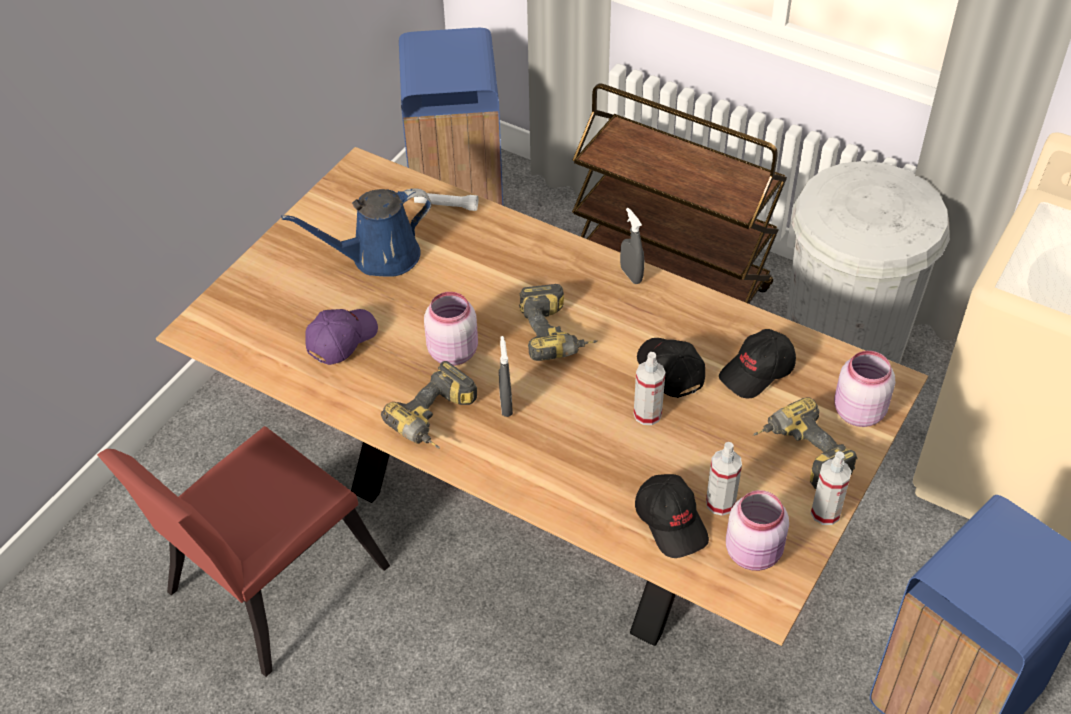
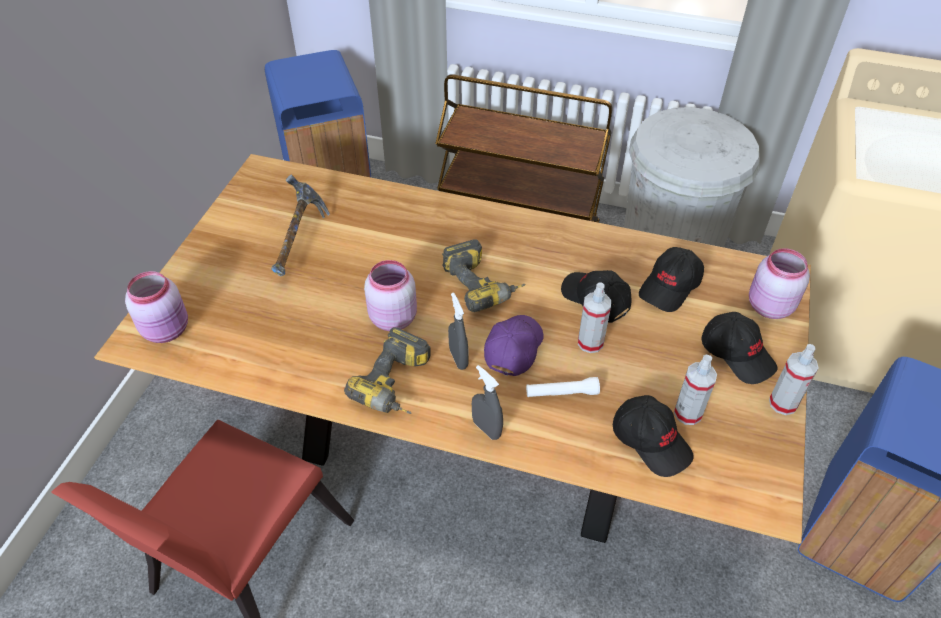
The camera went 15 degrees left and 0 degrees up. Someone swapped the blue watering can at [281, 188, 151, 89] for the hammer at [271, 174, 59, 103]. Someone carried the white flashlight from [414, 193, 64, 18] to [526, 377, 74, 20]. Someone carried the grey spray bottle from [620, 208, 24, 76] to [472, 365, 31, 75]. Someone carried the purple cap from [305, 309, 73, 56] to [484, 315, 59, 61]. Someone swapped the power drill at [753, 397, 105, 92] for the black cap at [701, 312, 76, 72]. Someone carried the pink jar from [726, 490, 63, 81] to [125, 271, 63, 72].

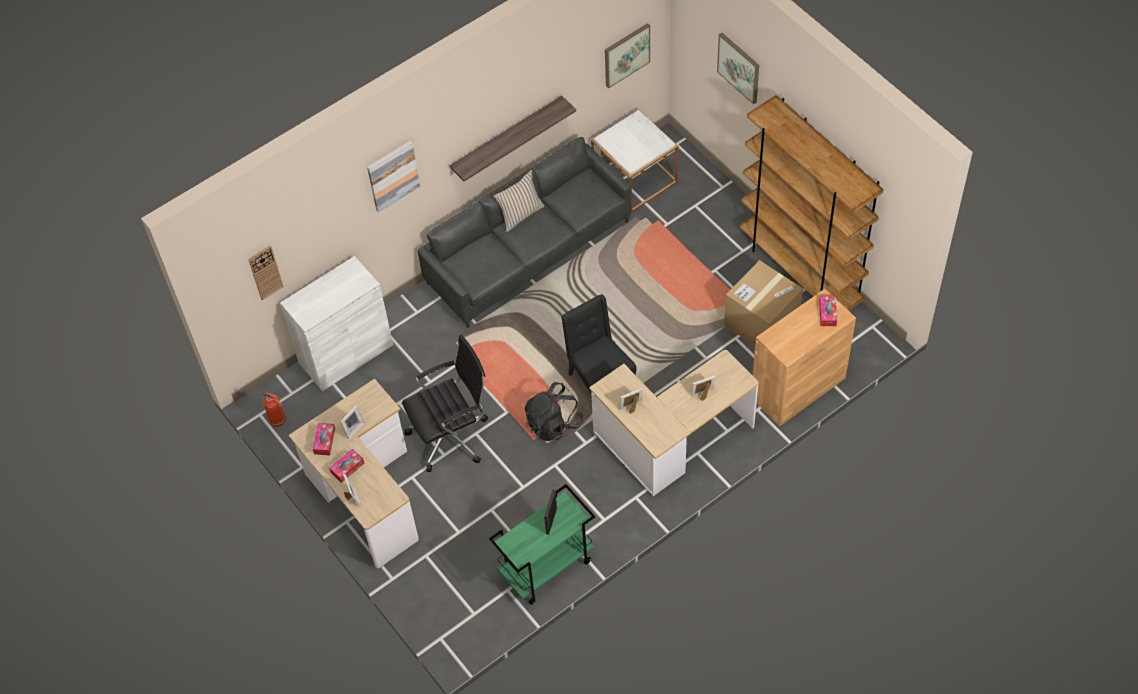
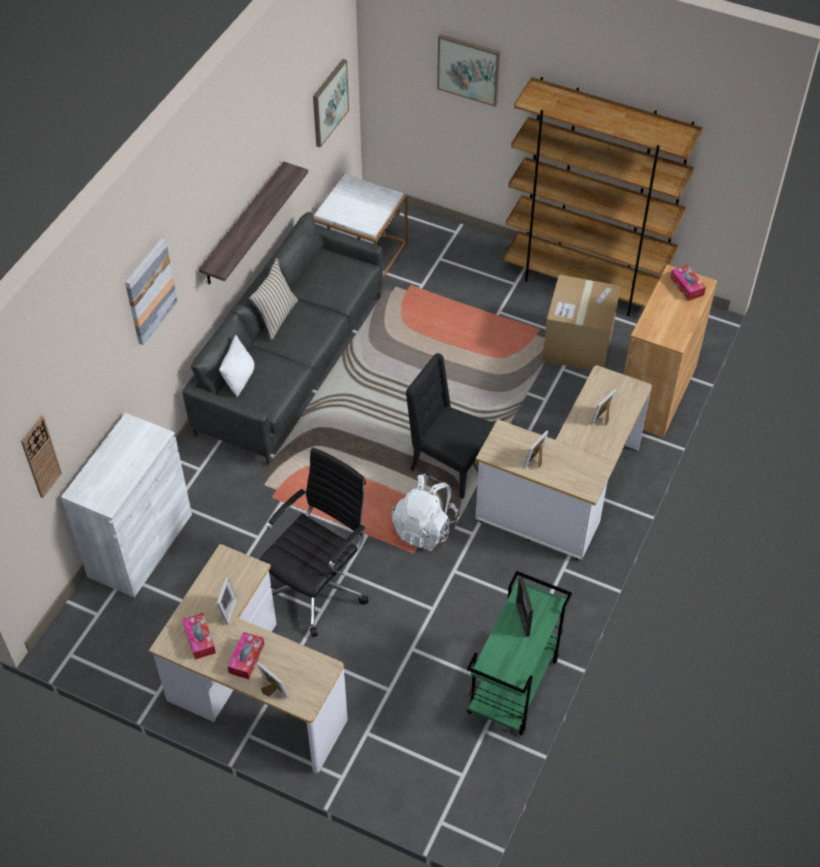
The camera went 30 degrees left and 5 degrees down. Someone repainted the black backpack at [525, 382, 58, 59], which became the white backpack at [392, 473, 67, 76]. Someone took away the fire extinguisher at [262, 391, 24, 36]. Someone put down the white pillow at [219, 335, 35, 62].

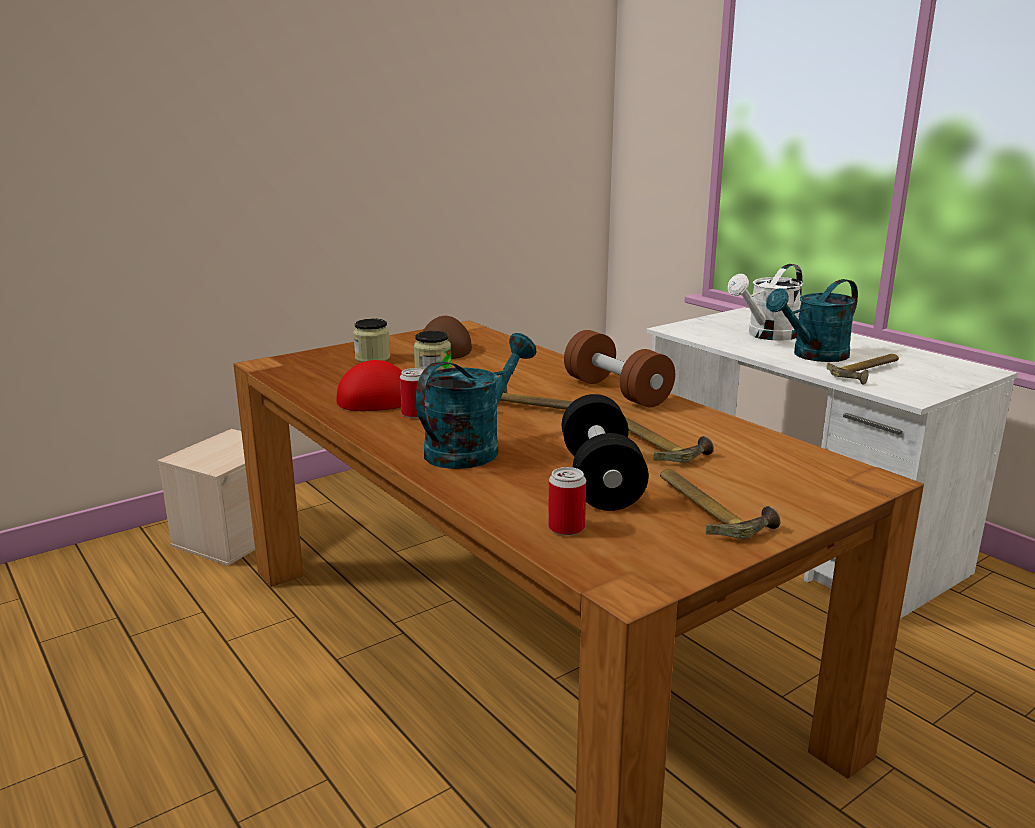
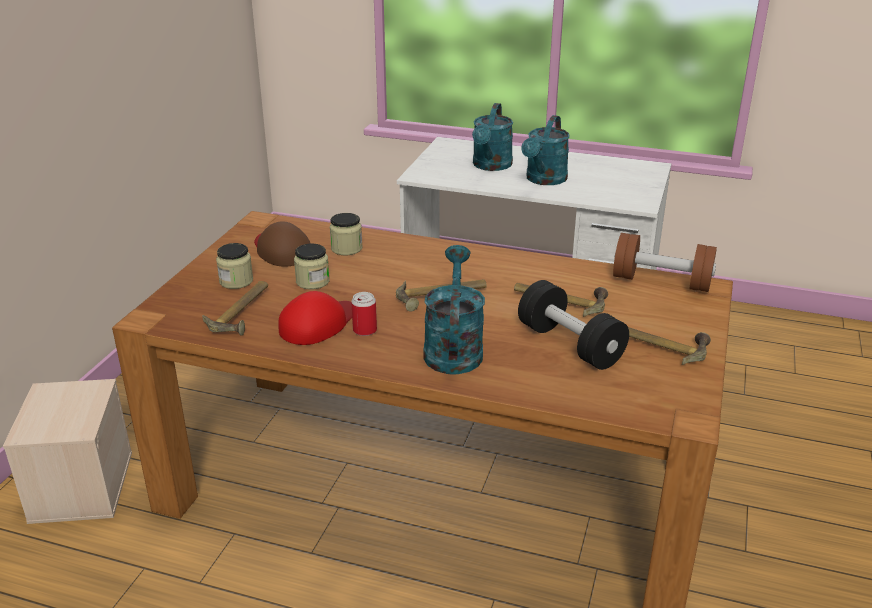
The camera went 35 degrees left and 10 degrees up. Someone repainted the white watering can at [728, 264, 75, 77], which became the turquoise watering can at [472, 103, 41, 68]. Someone carried the brown dumbbell from [564, 330, 111, 78] to [613, 233, 104, 59]. Someone carried the hammer from [827, 354, 72, 31] to [202, 281, 66, 55]. Someone took away the can at [548, 467, 38, 69]. Someone put down the jar at [330, 213, 33, 42].

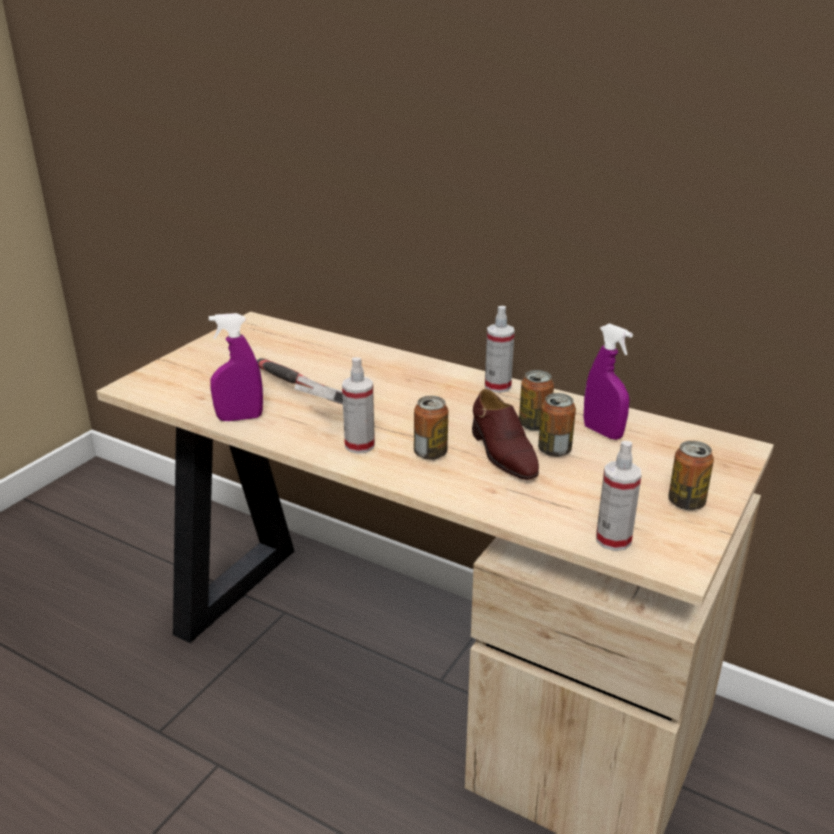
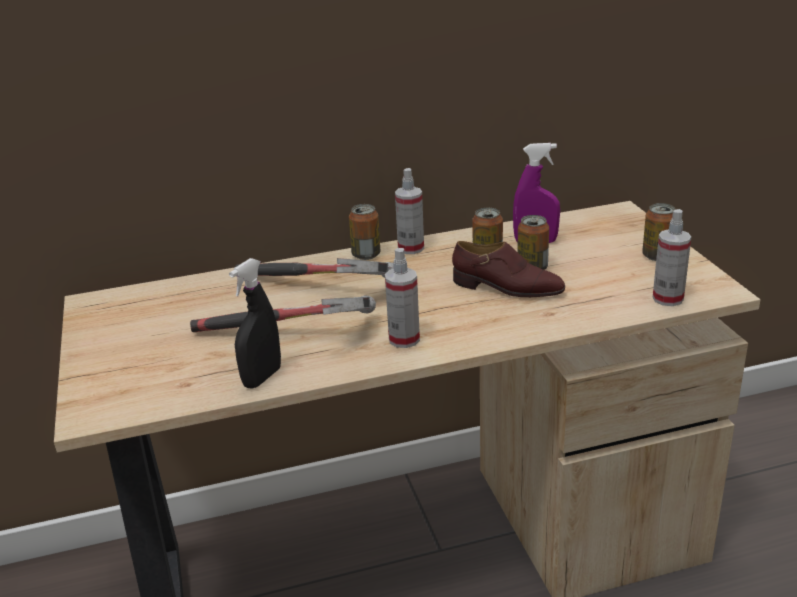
The camera went 45 degrees left and 0 degrees up. Someone repainted the purple spray bottle at [209, 313, 54, 108], which became the black spray bottle at [229, 258, 52, 130]. Someone carried the can from [414, 396, 34, 64] to [349, 204, 31, 56]. Someone put down the hammer at [235, 258, 159, 20].

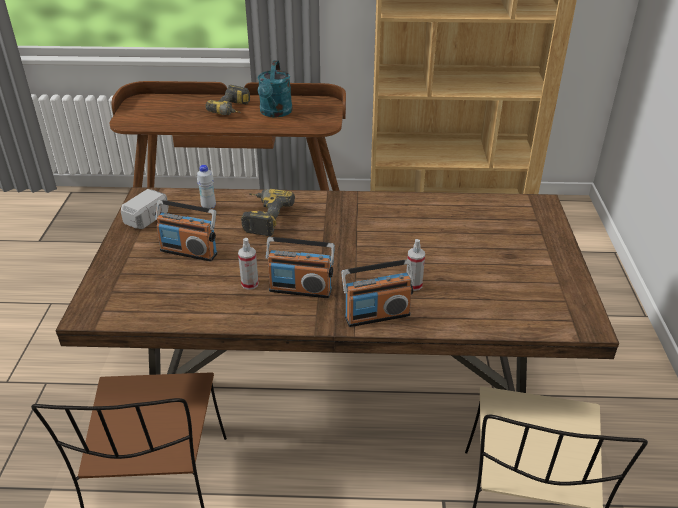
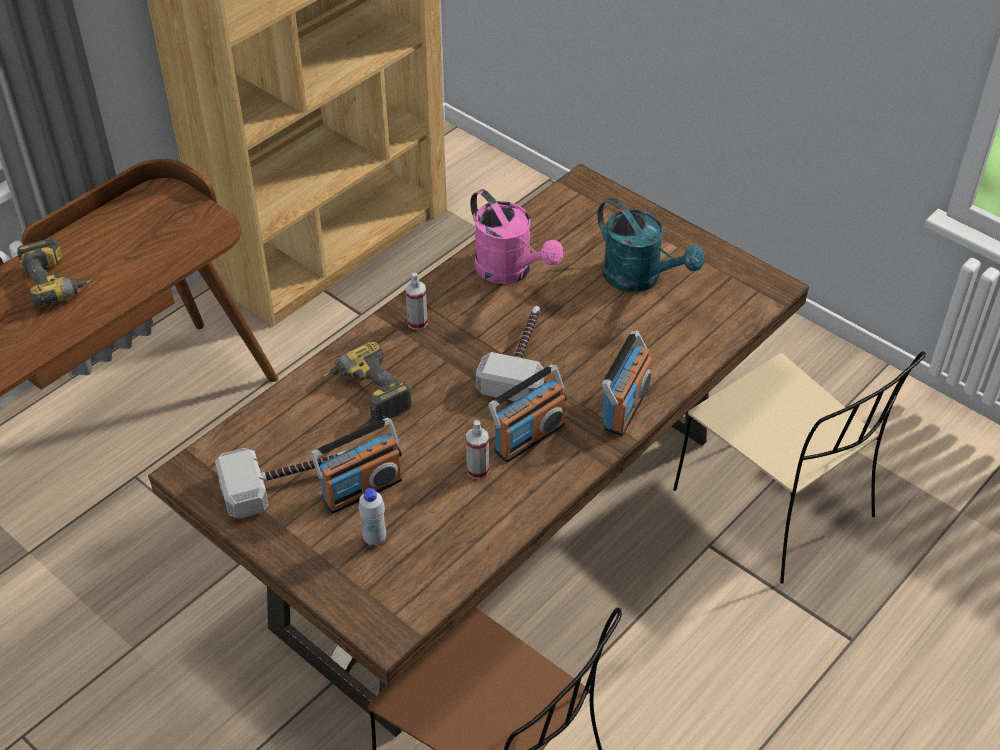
The camera went 50 degrees left and 10 degrees up. Someone carried the turquoise watering can from [258, 60, 35, 57] to [597, 198, 107, 94]. Someone carried the white bottle from [197, 165, 19, 44] to [359, 488, 27, 58]. Someone carried the spray bottle from [406, 239, 19, 52] to [405, 273, 23, 57]. Someone put down the pink watering can at [470, 189, 93, 95]. Someone put down the hammer at [476, 306, 68, 95].

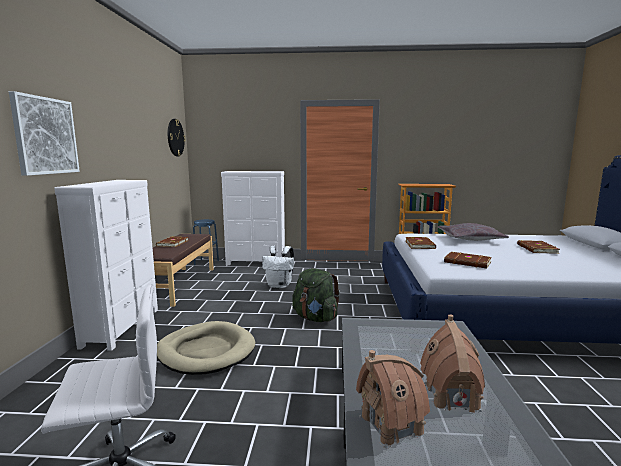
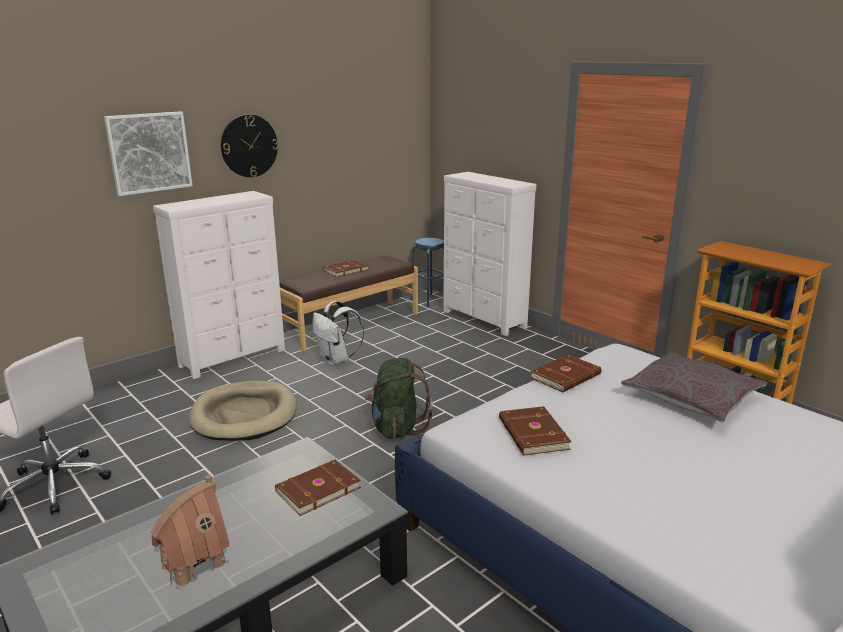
The camera went 45 degrees right and 10 degrees up. Someone carried the wall clock from [168, 119, 18, 37] to [221, 114, 58, 63]. Someone carried the brown book from [517, 240, 43, 14] to [275, 460, 86, 56]. Someone carried the white backpack from [262, 246, 32, 42] to [313, 301, 51, 64]. Someone took away the toy house at [356, 350, 74, 99].

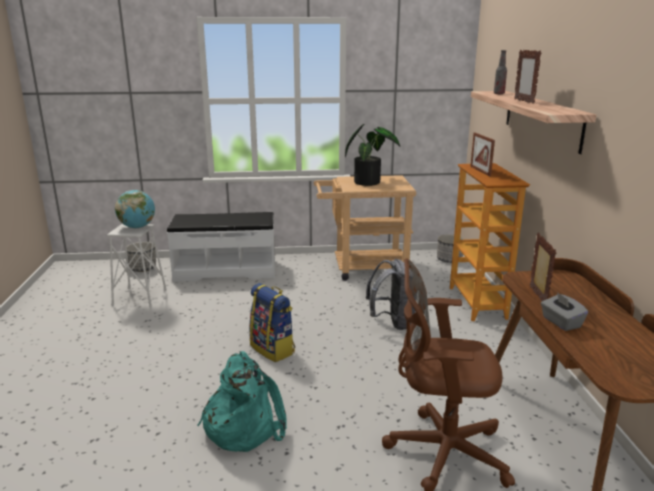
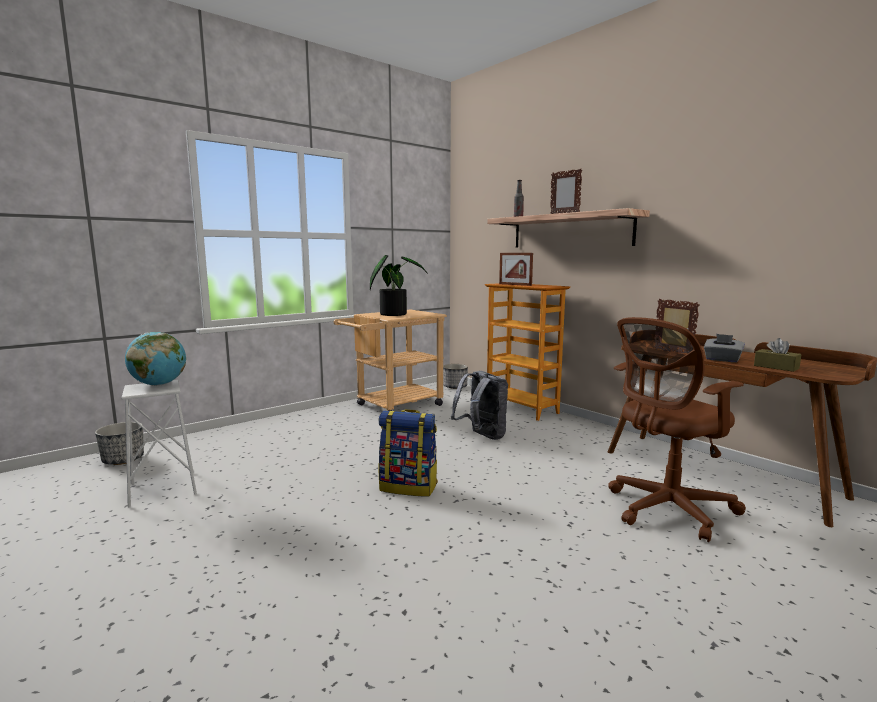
The camera went 35 degrees left and 10 degrees down. Someone took away the white bench at [167, 212, 108, 70]. Someone took away the turquoise backpack at [197, 351, 90, 101]. Someone put down the brown tissue box at [754, 338, 47, 34].

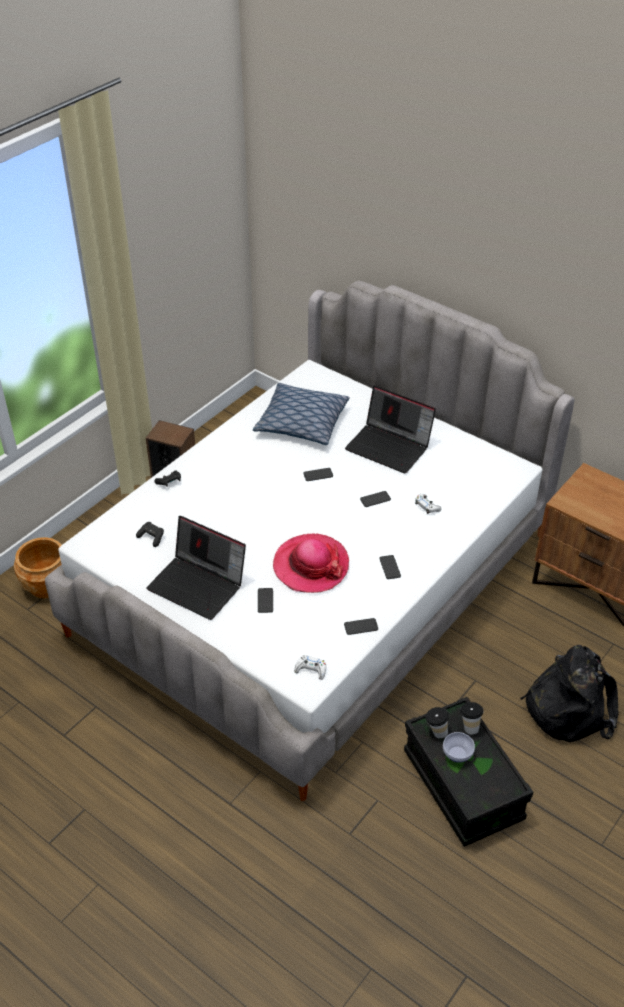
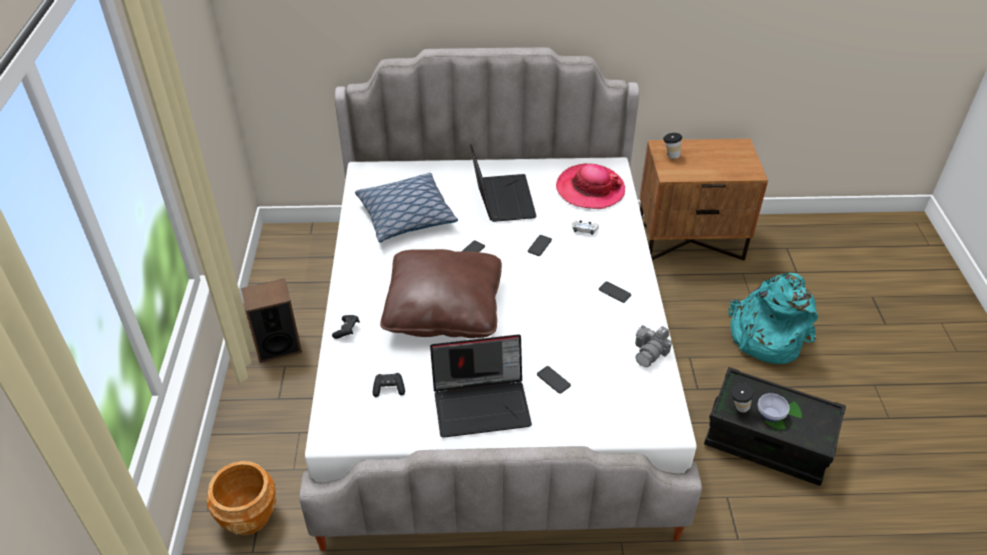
The camera went 40 degrees left and 0 degrees up. Someone rotated the laptop at [345, 386, 91, 88] by 90 degrees counterclockwise. Someone carried the hat from [273, 533, 76, 60] to [556, 164, 69, 45]. Someone swapped the phone at [344, 618, 34, 17] for the photo camera at [635, 325, 37, 42]. Someone repainted the black backpack at [520, 645, 98, 97], which became the turquoise backpack at [728, 273, 90, 91]. Someone took away the white game controller at [294, 655, 32, 25]. Someone carried the cup from [460, 702, 24, 33] to [663, 133, 19, 26]. Someone put down the brown pillow at [380, 249, 122, 89].

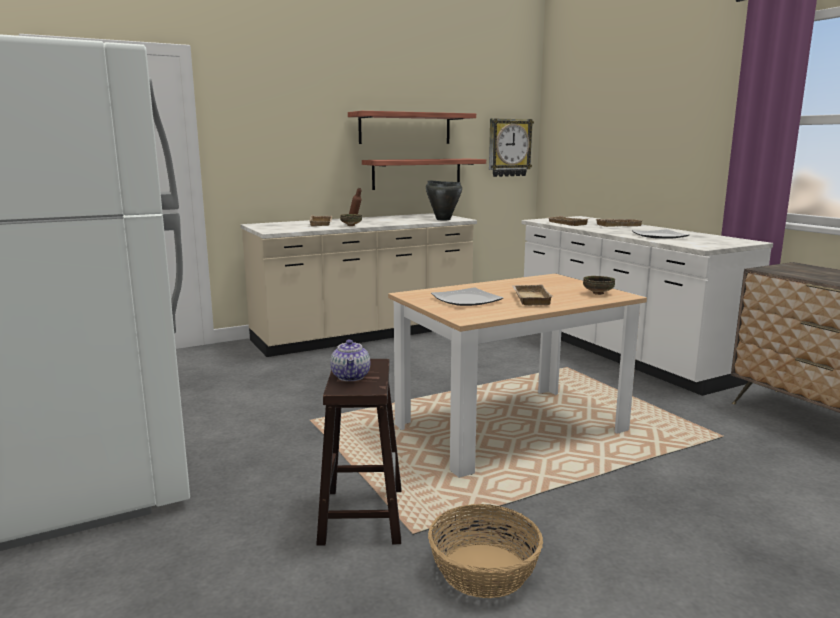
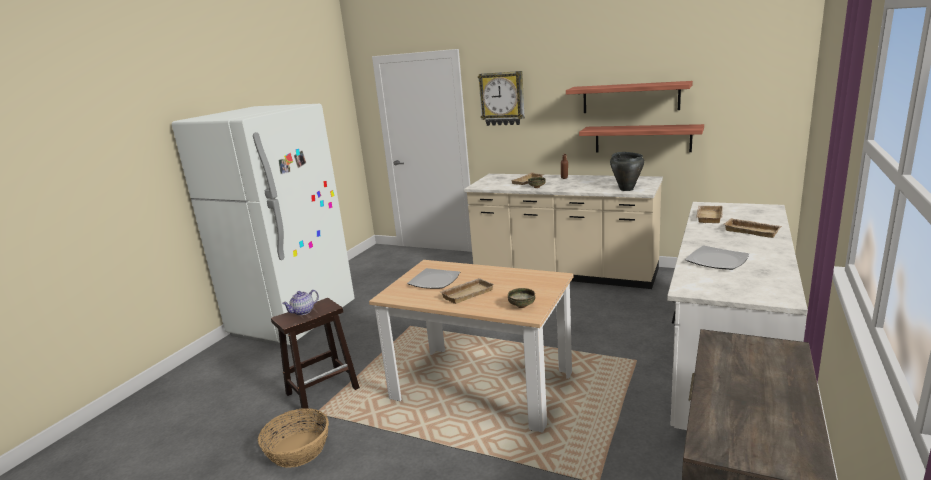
The camera went 55 degrees right and 5 degrees up. Someone carried the wall clock from [489, 118, 45, 59] to [478, 71, 47, 55].

